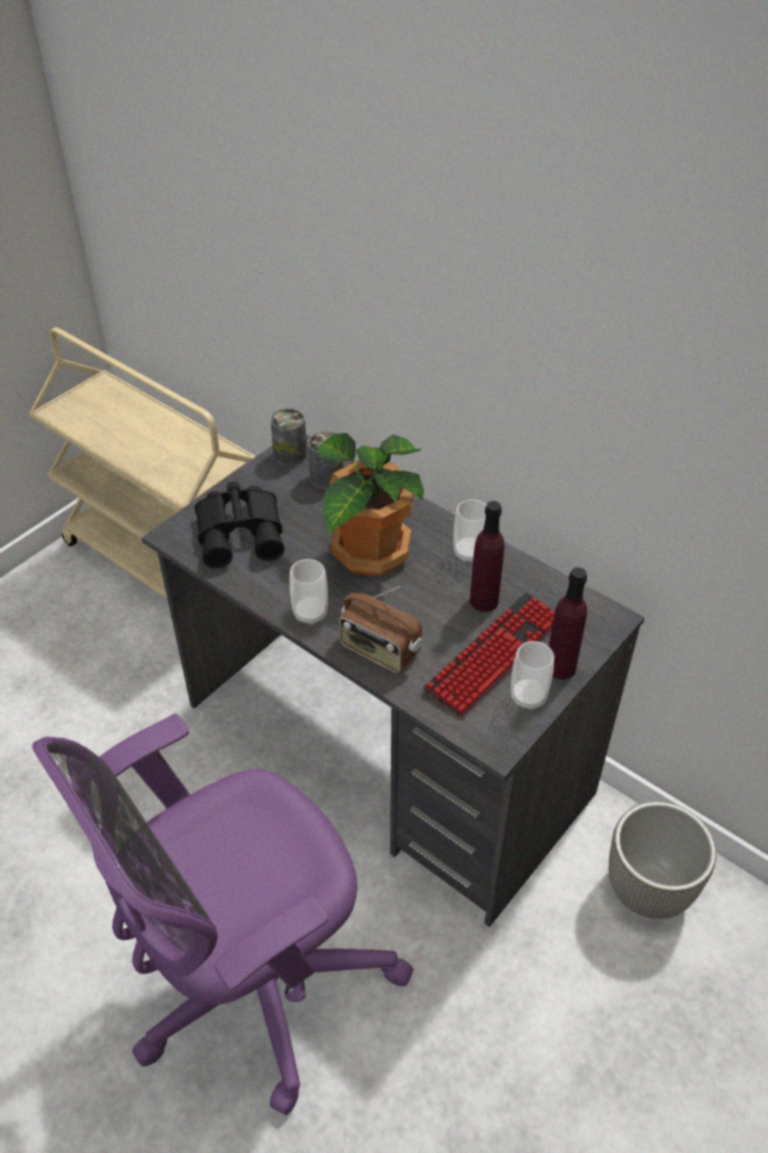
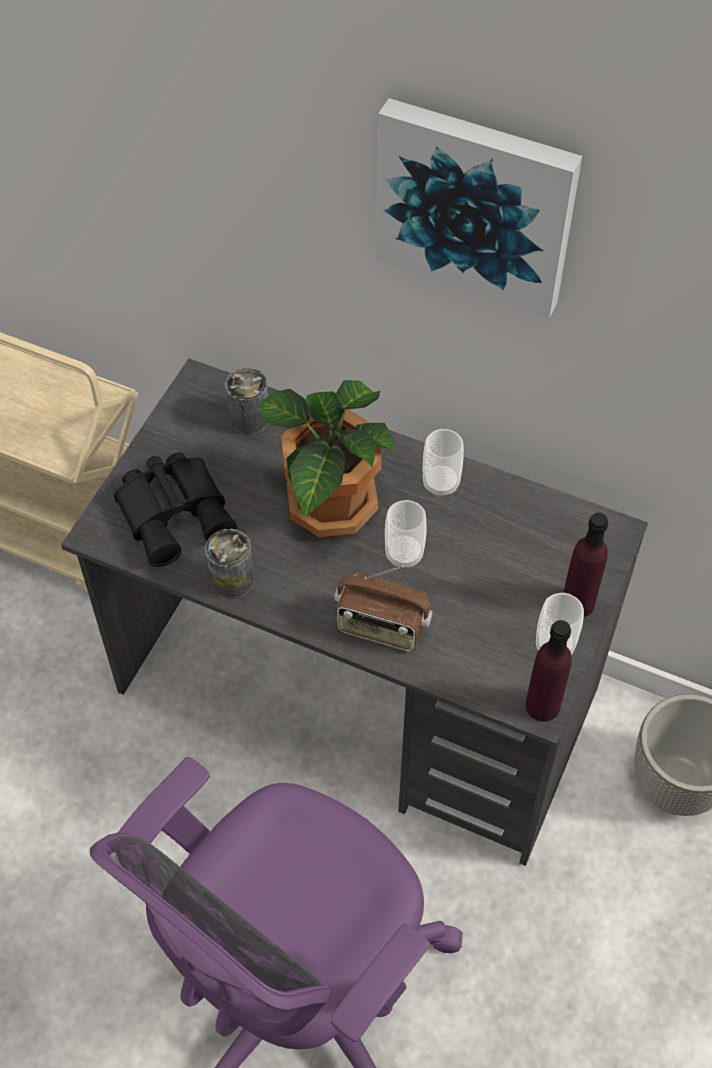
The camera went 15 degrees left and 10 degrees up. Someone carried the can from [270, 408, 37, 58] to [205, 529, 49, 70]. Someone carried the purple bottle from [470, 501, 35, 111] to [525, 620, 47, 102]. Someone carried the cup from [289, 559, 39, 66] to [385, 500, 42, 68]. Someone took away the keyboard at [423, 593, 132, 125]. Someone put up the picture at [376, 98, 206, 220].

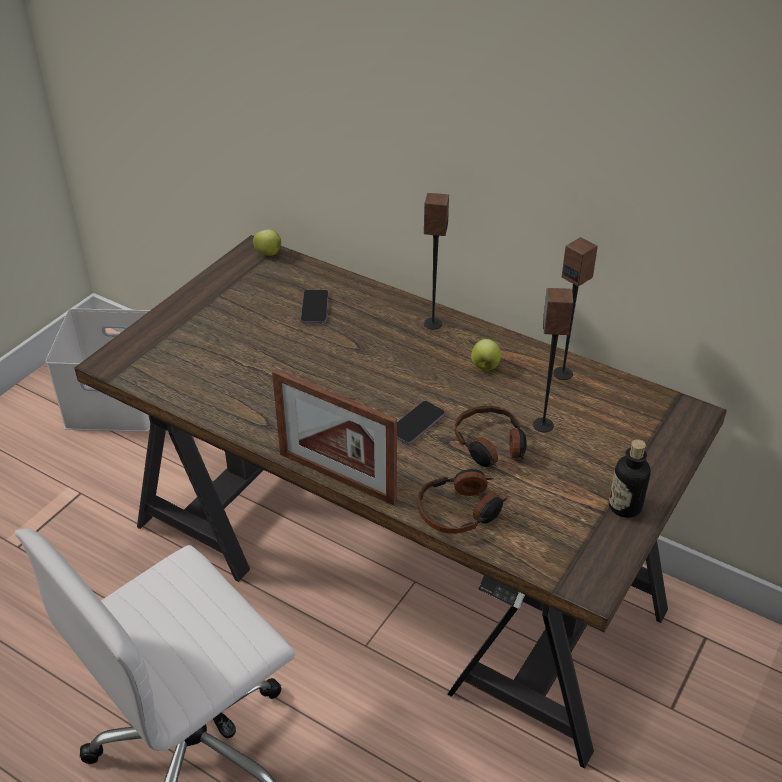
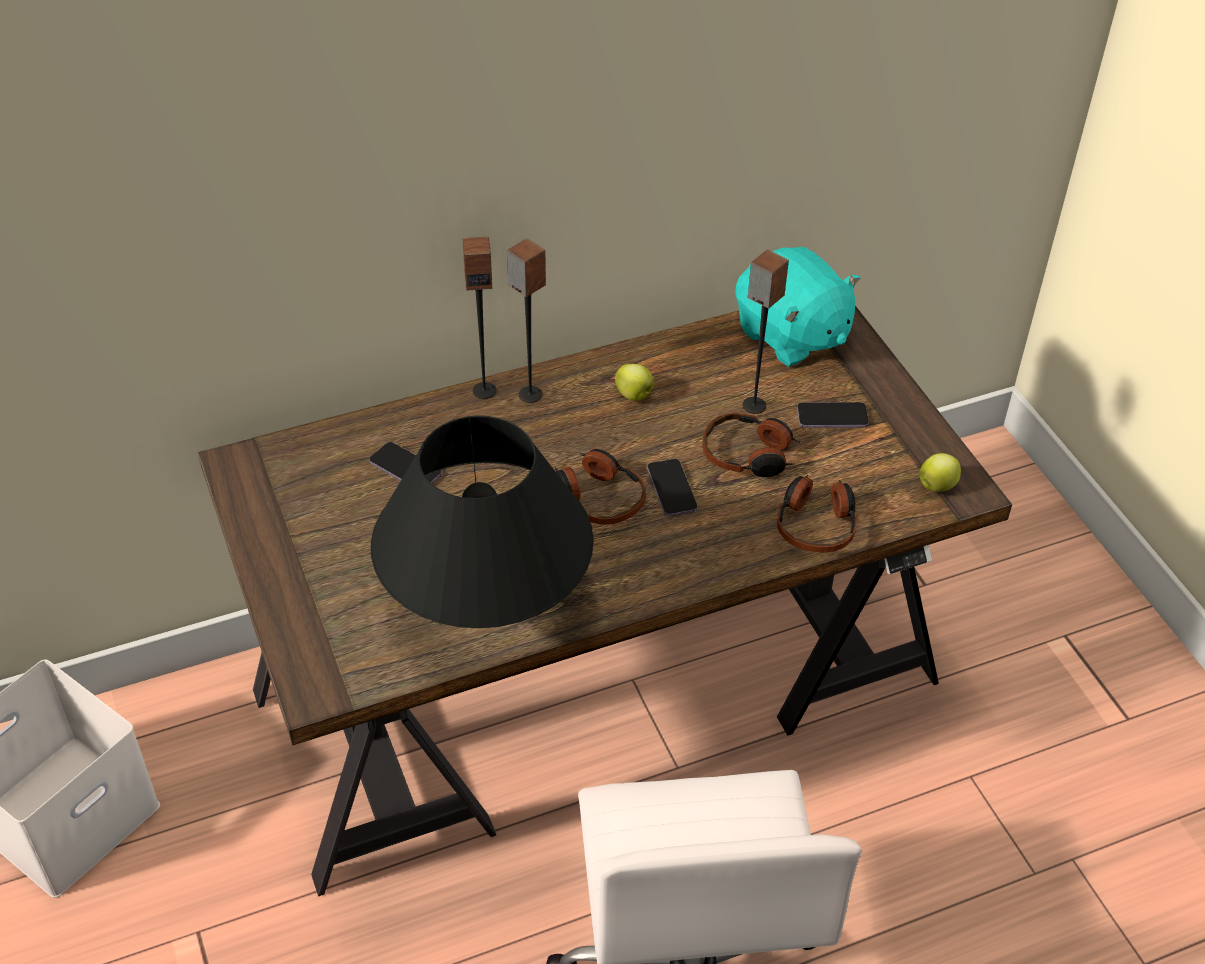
The camera went 55 degrees left and 5 degrees up. Someone carried the apple from [253, 229, 29, 27] to [919, 453, 42, 39]. Someone carried the speaker from [553, 237, 45, 143] to [462, 236, 34, 163]. Someone took away the picture frame at [272, 369, 125, 136]. Someone took away the bottle at [609, 439, 42, 79]. Someone put down the turquoise plush toy at [735, 247, 125, 120]. Someone put down the phone at [797, 402, 72, 26]. Someone put down the black table lamp at [371, 415, 223, 213]. Someone put down the headphones at [555, 449, 91, 76].

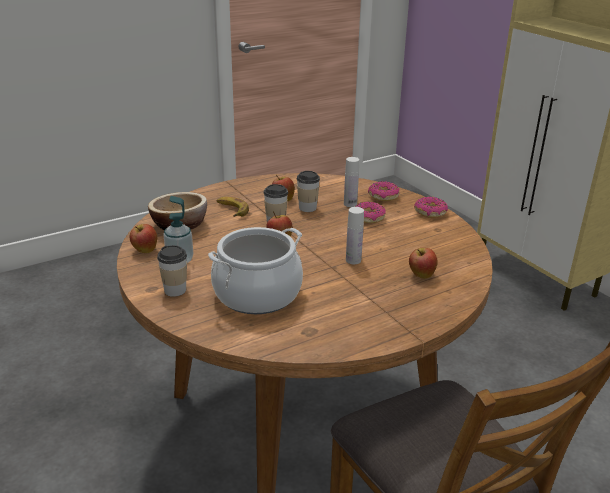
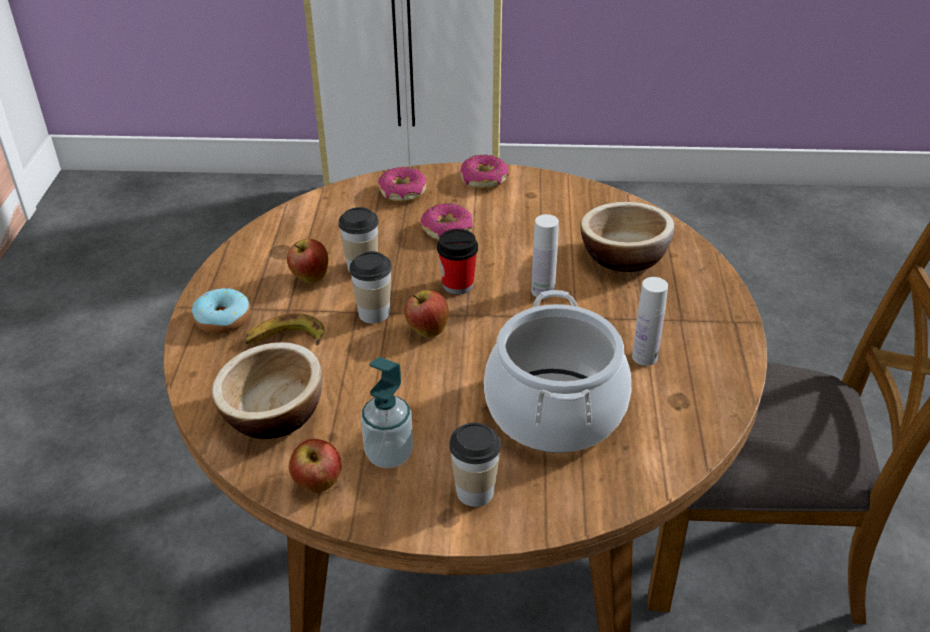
The camera went 55 degrees left and 10 degrees up. Someone carried the white bottle from [344, 157, 15, 50] to [632, 277, 36, 89]. Someone swapped the apple at [409, 248, 29, 31] for the bowl at [580, 202, 94, 70]. Someone put down the cup at [437, 229, 41, 66]. Someone put down the donut at [192, 287, 58, 47].

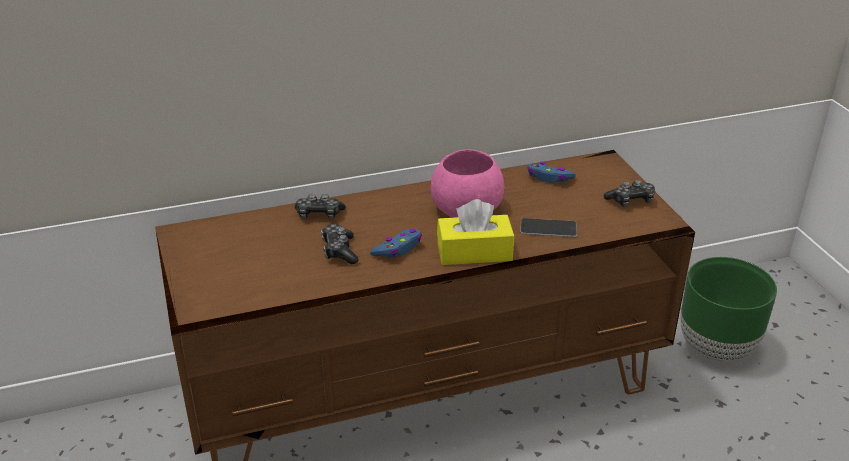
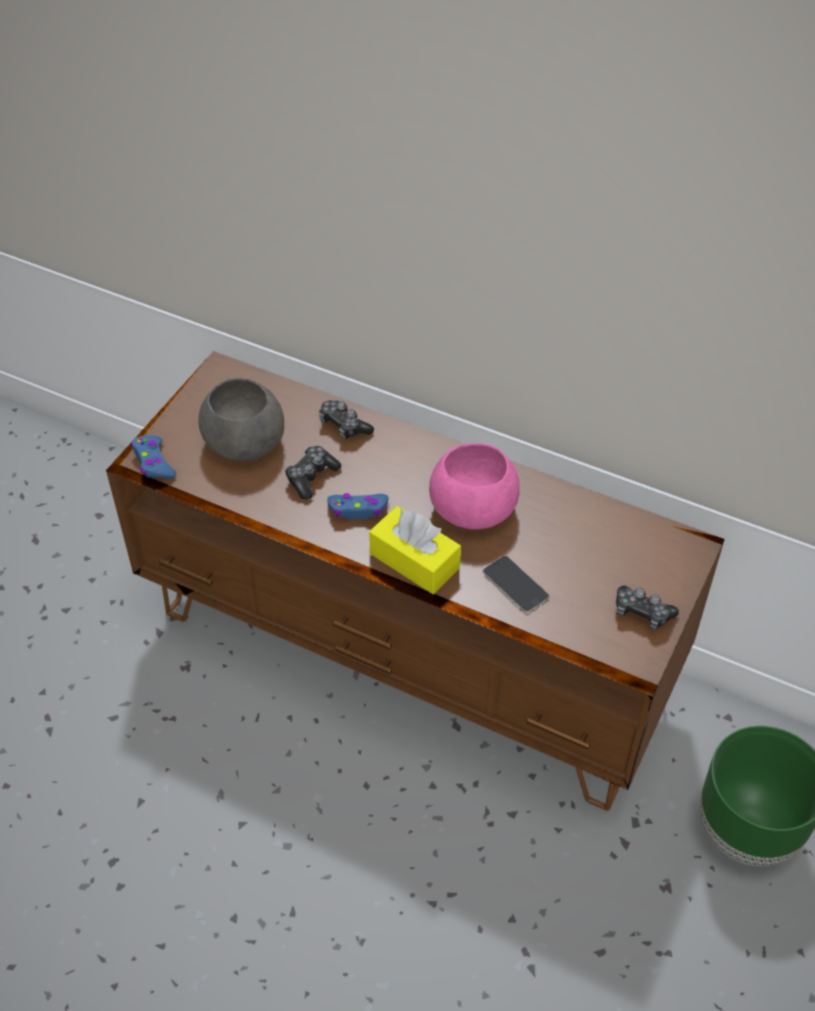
The camera went 45 degrees right and 15 degrees up. Someone carried the blue game controller from [527, 162, 49, 21] to [131, 435, 45, 44]. Someone put down the grey bowl at [198, 378, 86, 83].

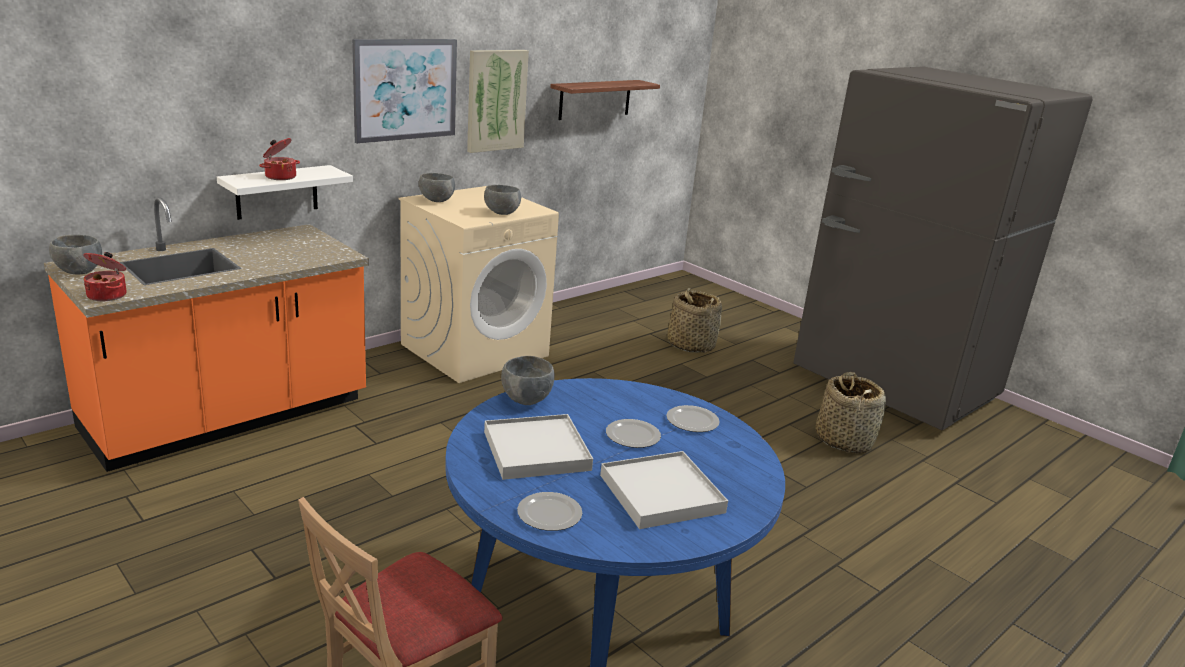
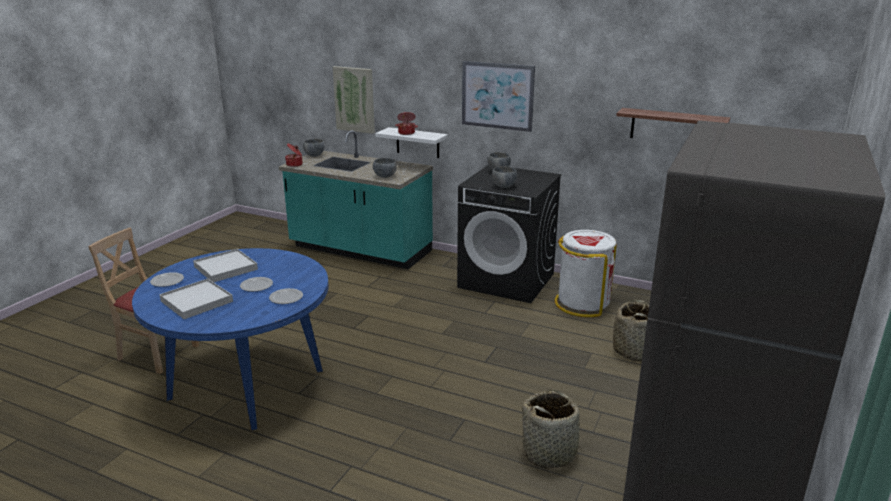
The camera went 70 degrees right and 0 degrees up. Someone carried the picture from [467, 50, 62, 103] to [333, 66, 42, 68]. Someone repainted the beige washing machine at [398, 186, 161, 197], which became the black washing machine at [457, 165, 104, 138]. Someone repainted the orange counter at [44, 197, 325, 275], which became the turquoise counter at [279, 130, 154, 139]. Someone carried the grey bowl from [501, 356, 54, 49] to [373, 158, 24, 20]. Someone put down the white trash can at [555, 230, 61, 87].

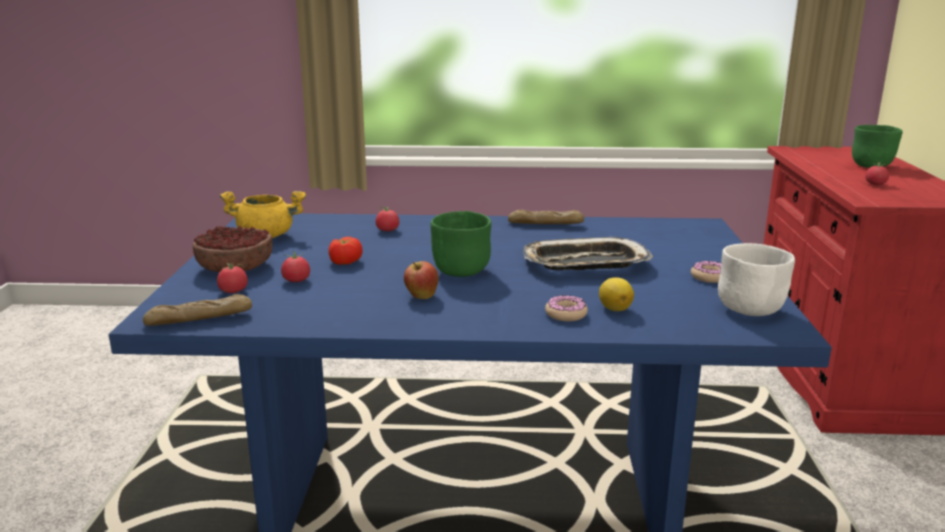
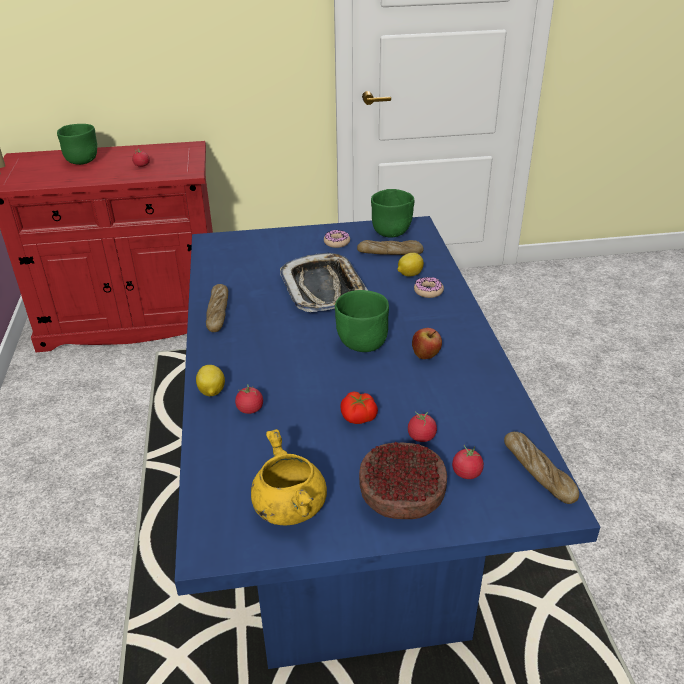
The camera went 100 degrees left and 15 degrees up. Someone repainted the white bowl at [718, 243, 77, 73], which became the green bowl at [371, 189, 43, 49]. Someone put down the bread at [357, 240, 66, 15]. Someone put down the lemon at [196, 365, 29, 31].

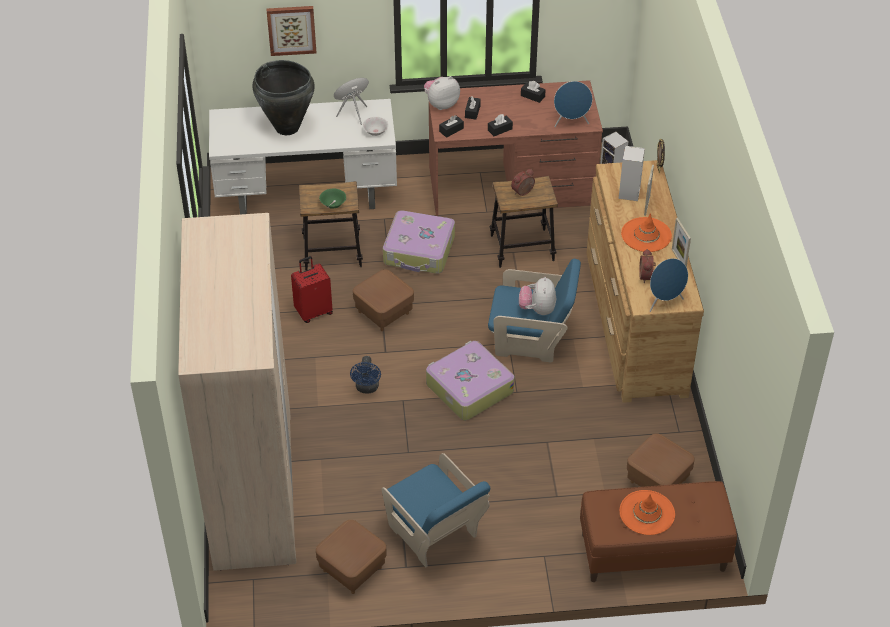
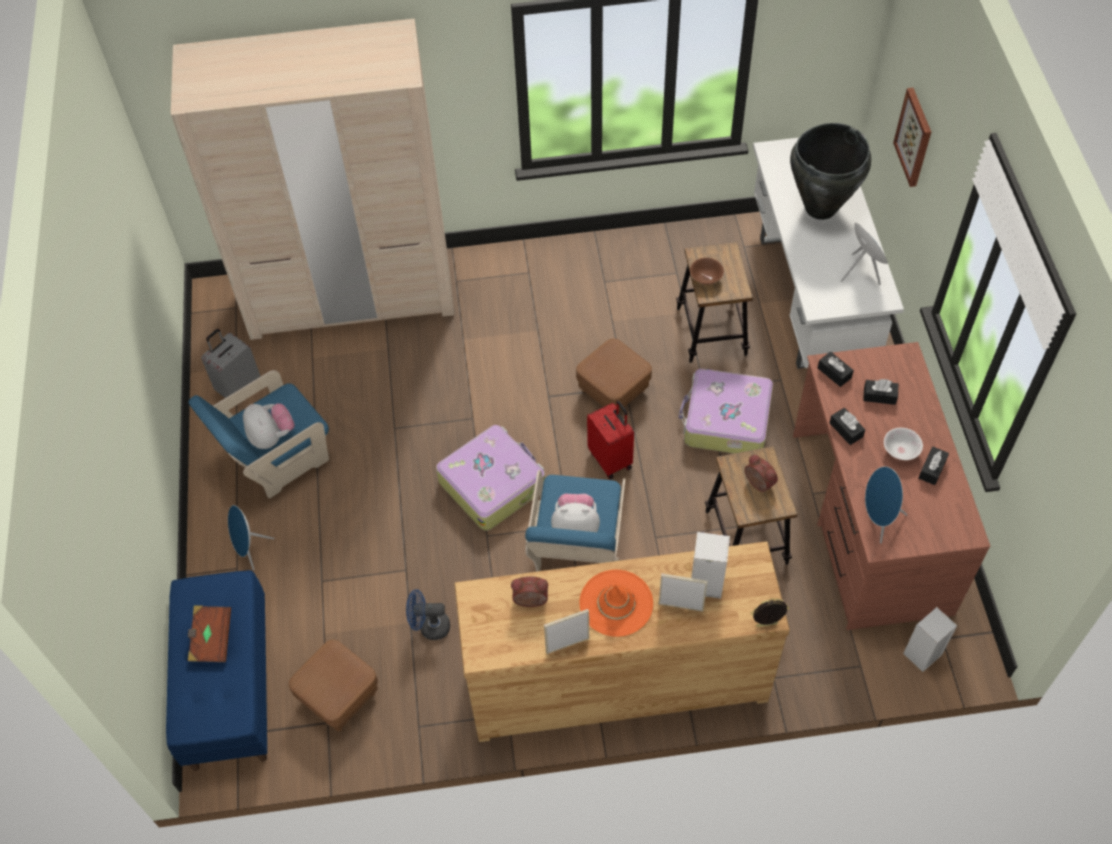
The camera went 90 degrees right and 10 degrees up. Someone carried the plush toy from [424, 76, 36, 34] to [243, 403, 52, 46]. Someone carried the white bowl from [362, 117, 27, 19] to [884, 428, 39, 32]. Someone repainted the green bowl at [319, 189, 27, 20], which became the brown bowl at [690, 258, 34, 27]. Someone carried the red suitcase from [291, 256, 42, 67] to [587, 401, 47, 78]. Someone carried the blue speaker from [650, 258, 38, 54] to [228, 505, 46, 65]. Someone carried the blue fan from [350, 356, 31, 38] to [406, 589, 44, 51]. Someone repainted the brown bench at [580, 481, 157, 101], which became the blue bench at [166, 570, 101, 201]. Someone swapped the orange hat at [619, 490, 56, 45] for the brown book at [188, 605, 43, 57]. Someone swapped the brown ottoman at [316, 520, 71, 74] for the grey suitcase at [201, 329, 60, 69].

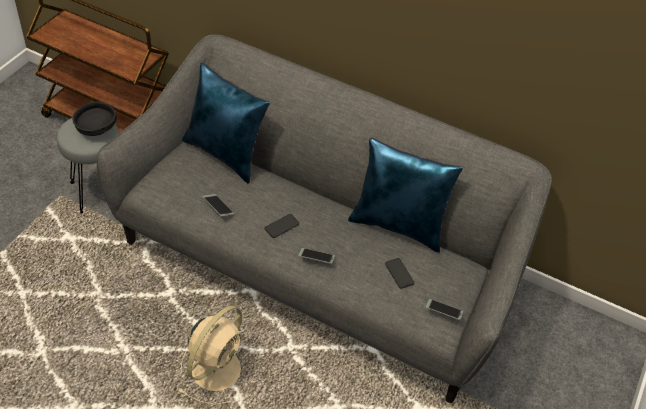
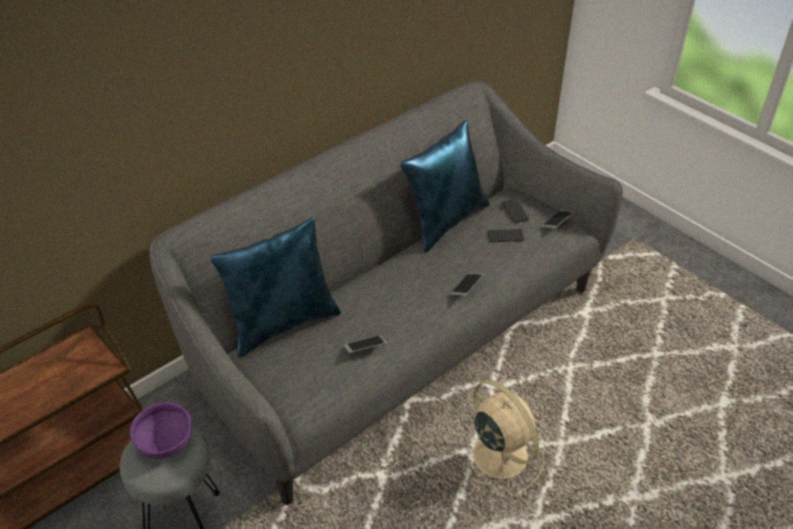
The camera went 65 degrees left and 5 degrees down. Someone repainted the black bowl at [72, 102, 45, 34], which became the purple bowl at [130, 402, 62, 57]. Someone carried the phone from [264, 214, 35, 24] to [502, 199, 27, 24].

